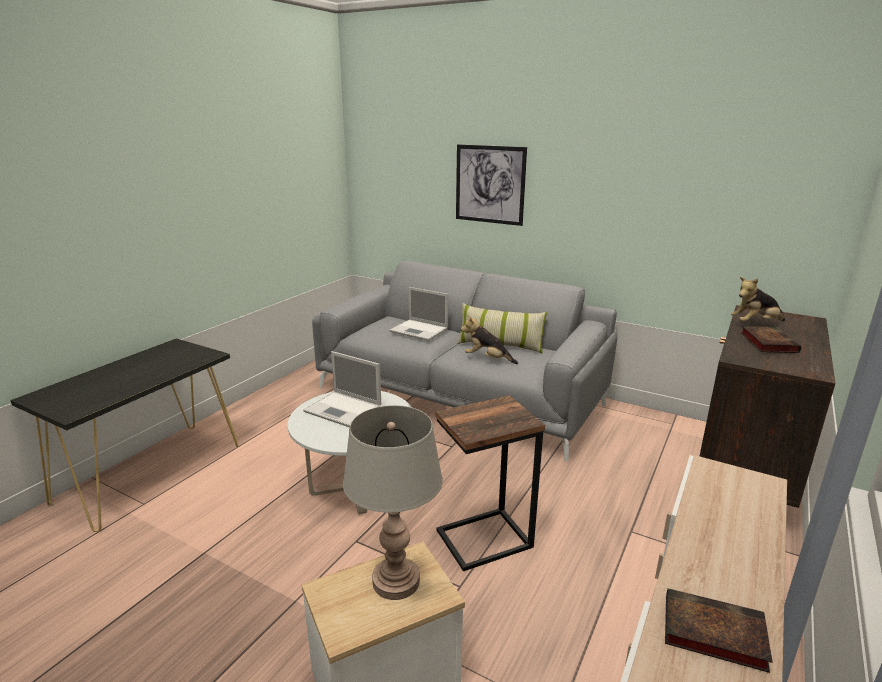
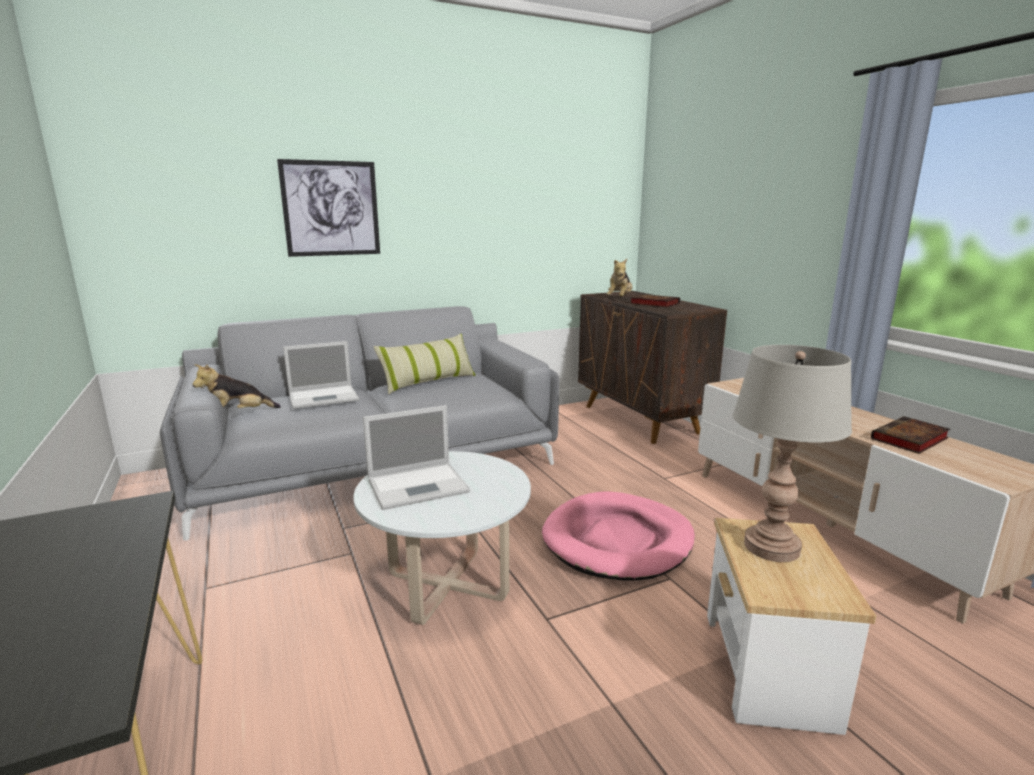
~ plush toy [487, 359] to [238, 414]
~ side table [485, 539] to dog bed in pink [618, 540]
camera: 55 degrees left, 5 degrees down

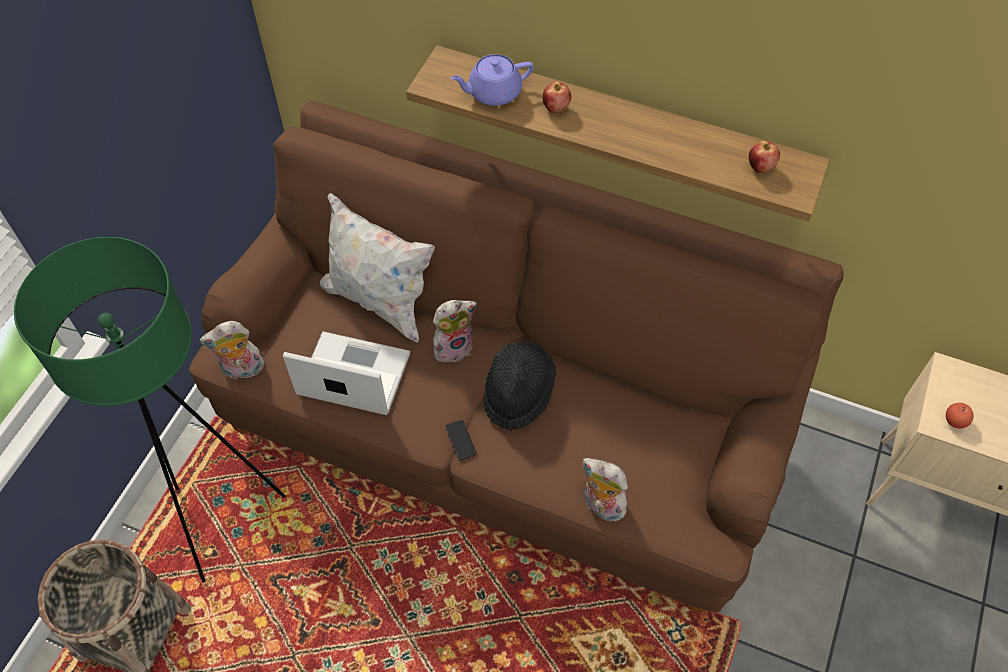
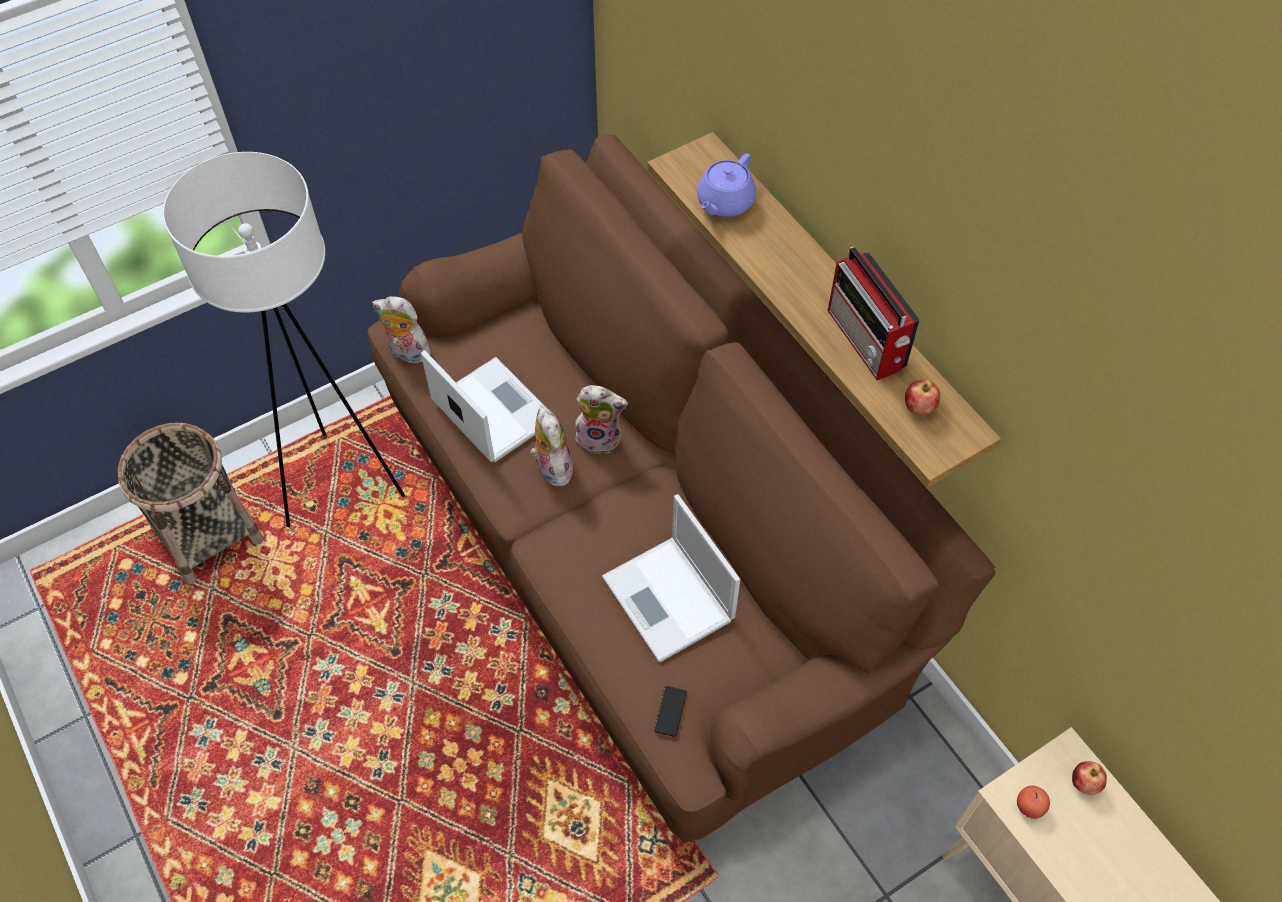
~ teapot in purple [493, 93] = [724, 202] 75 degrees counterclockwise
~ apple [555, 108] to [1084, 783]
- pillow in white [379, 301]
~ floor lamp in green [223, 520] to floor lamp in white [340, 485]
- hat in black [518, 393]
~ phone [460, 440] to [670, 711]
~ plush toy [601, 506] to [552, 467]
+ radio [866, 341]
+ laptop [670, 600]
camera: 35 degrees right, 0 degrees up

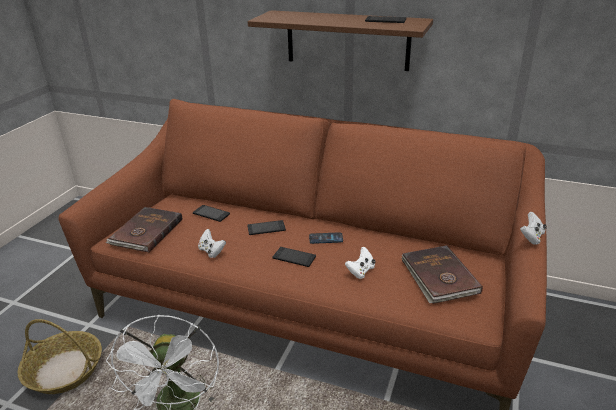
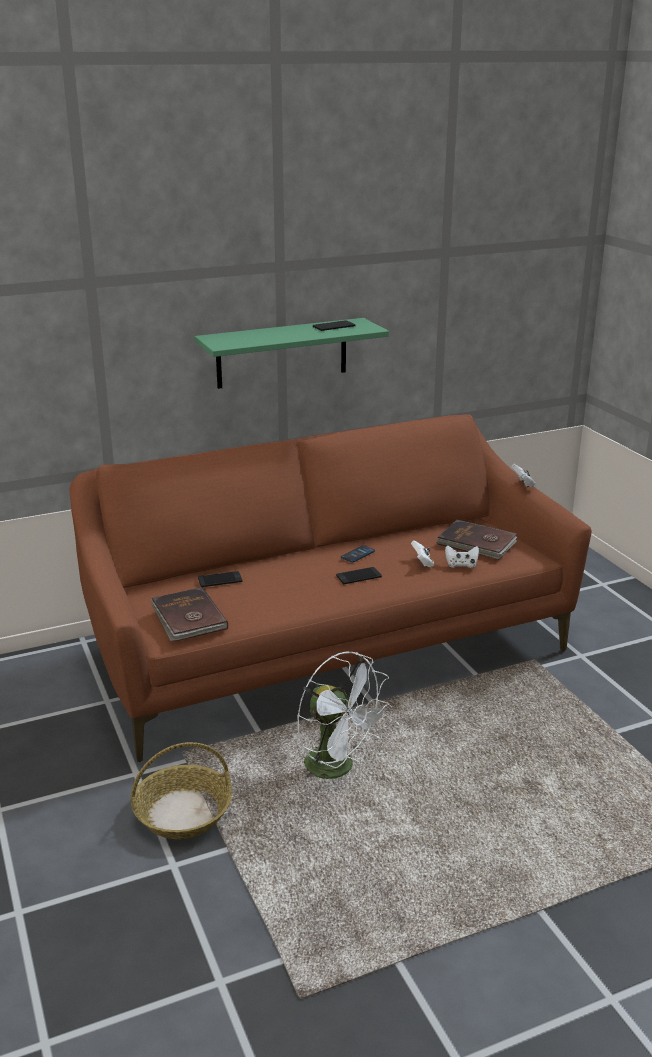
~ shelf in brown [347, 40] to shelf in green [282, 353]
- phone [266, 228]
~ game controller in white [211, 251] to [461, 565]
camera: 45 degrees left, 5 degrees down

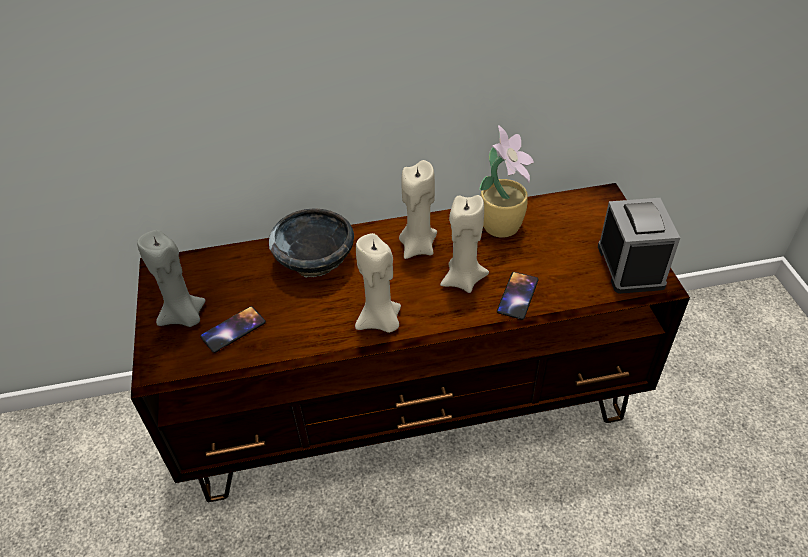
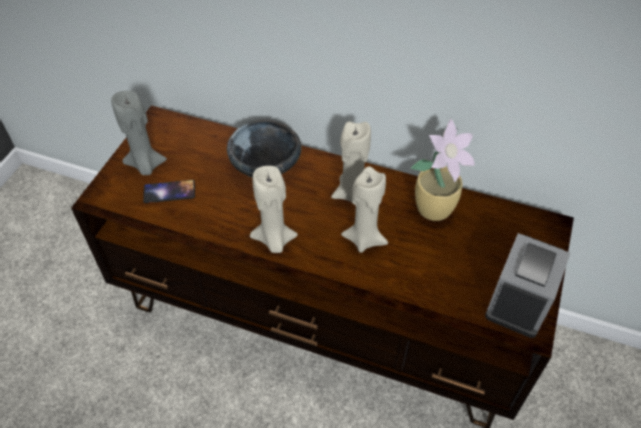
- phone [517, 295]
camera: 30 degrees right, 5 degrees up

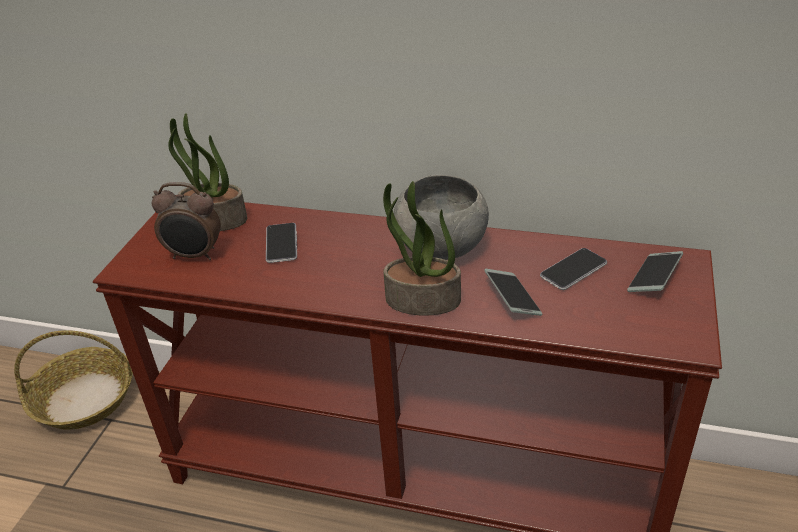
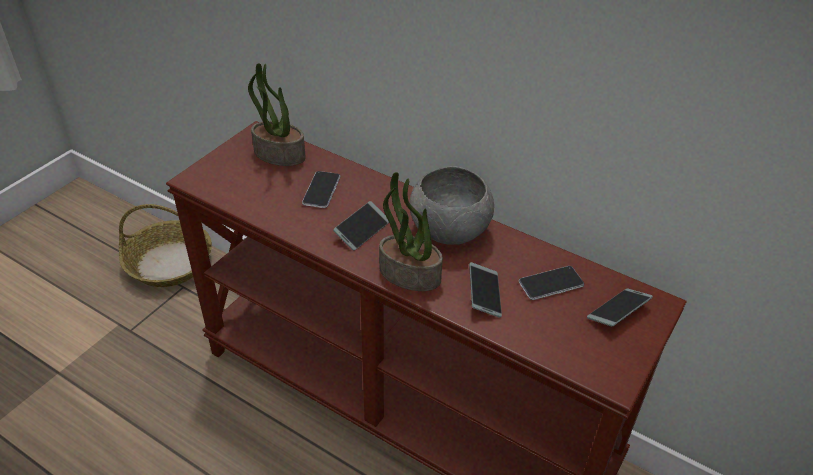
- alarm clock [195, 255]
+ phone [362, 230]
camera: 15 degrees right, 5 degrees up

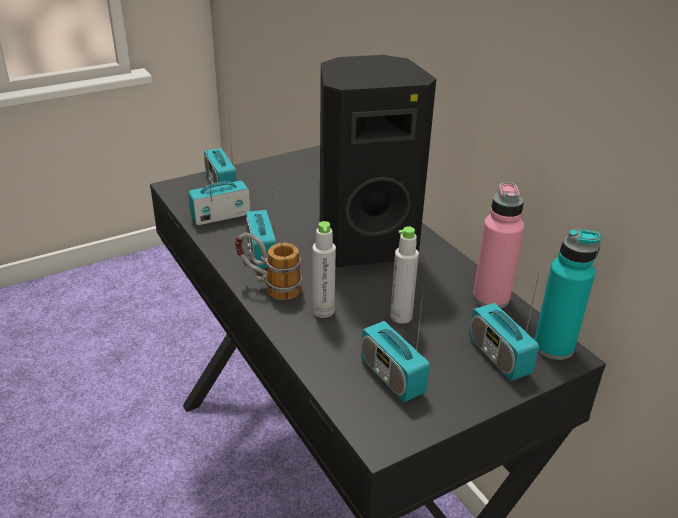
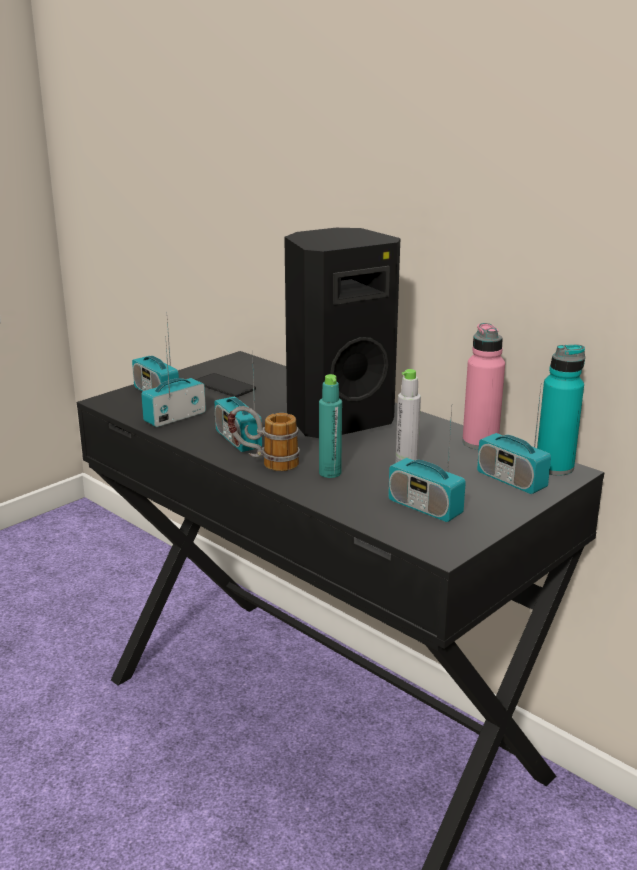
~ bottle in grey [323, 311] to bottle in turquoise [330, 473]
+ phone [224, 386]
camera: 15 degrees left, 10 degrees down

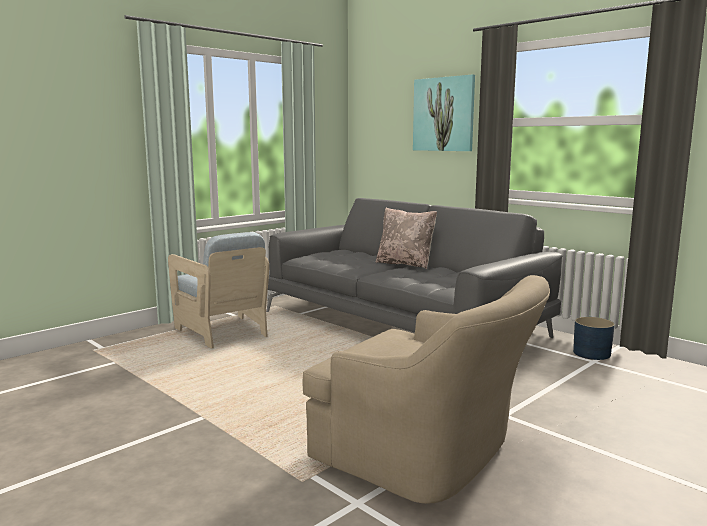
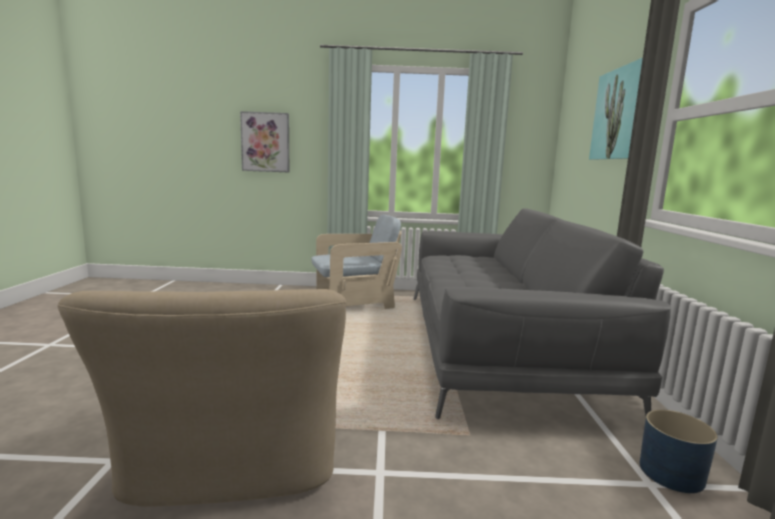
- pillow in beige [405, 264]
~ armchair in beige [222, 331] = [354, 303] 120 degrees counterclockwise
+ picture [265, 142]
camera: 45 degrees right, 0 degrees up

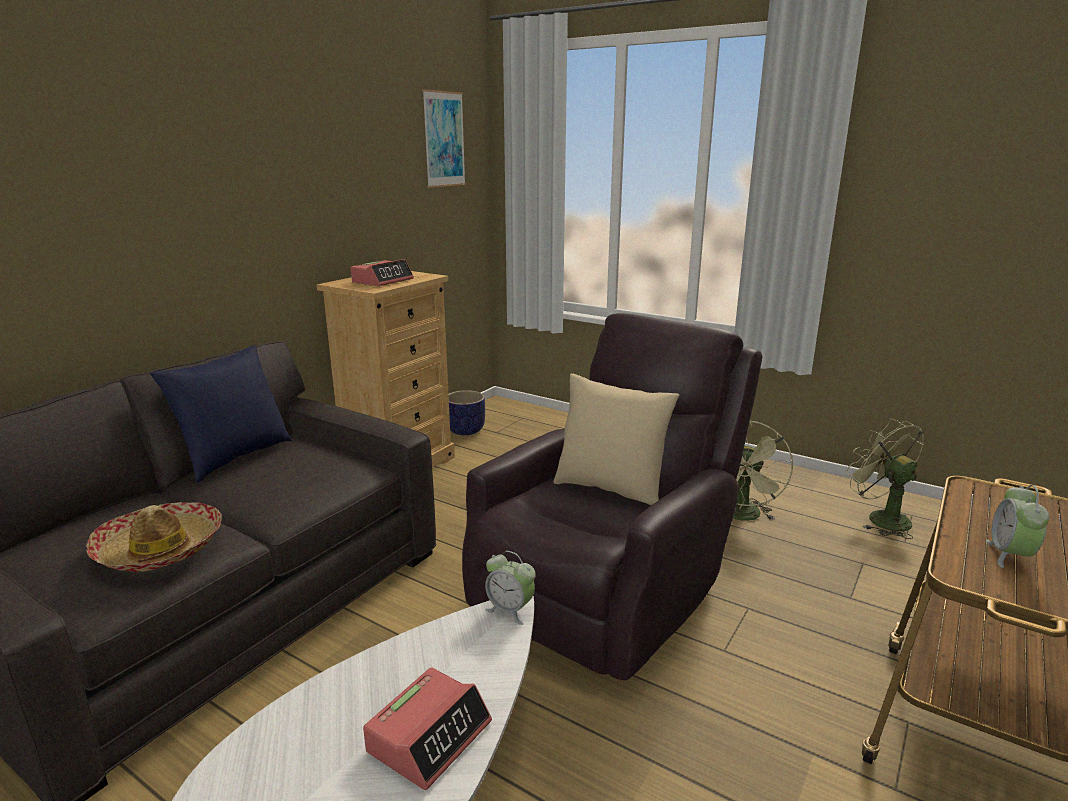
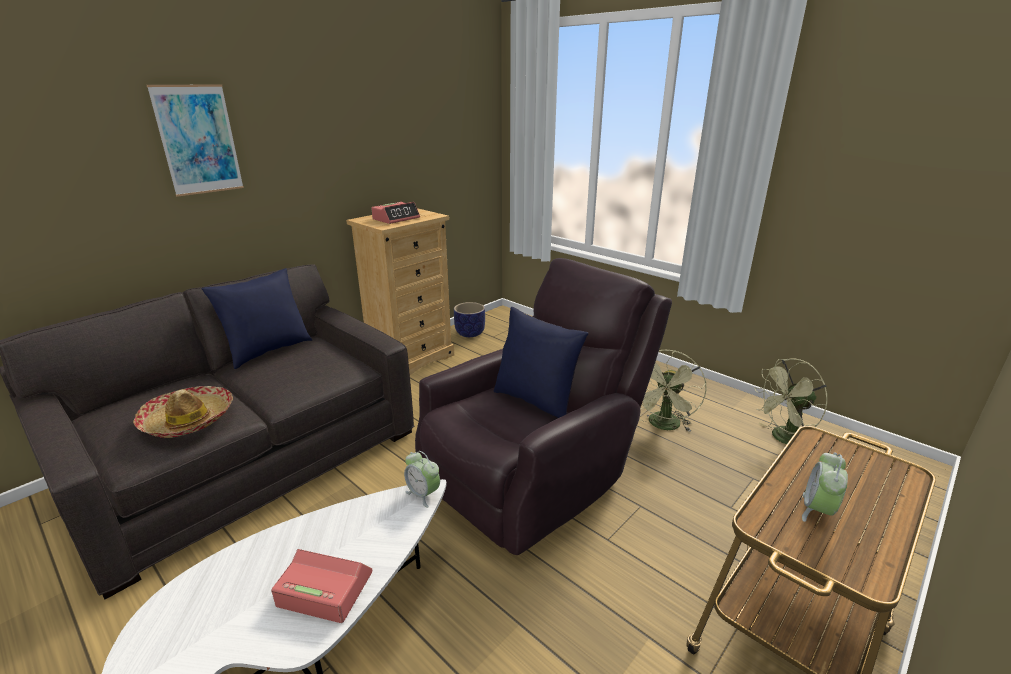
~ picture [444, 139] to [198, 140]
~ pillow in beige [610, 489] to pillow in blue [536, 401]
~ fan in green [880, 518] = [783, 439] 90 degrees counterclockwise
~ alarm clock [430, 736] = [324, 589] 120 degrees counterclockwise
camera: 10 degrees right, 5 degrees up

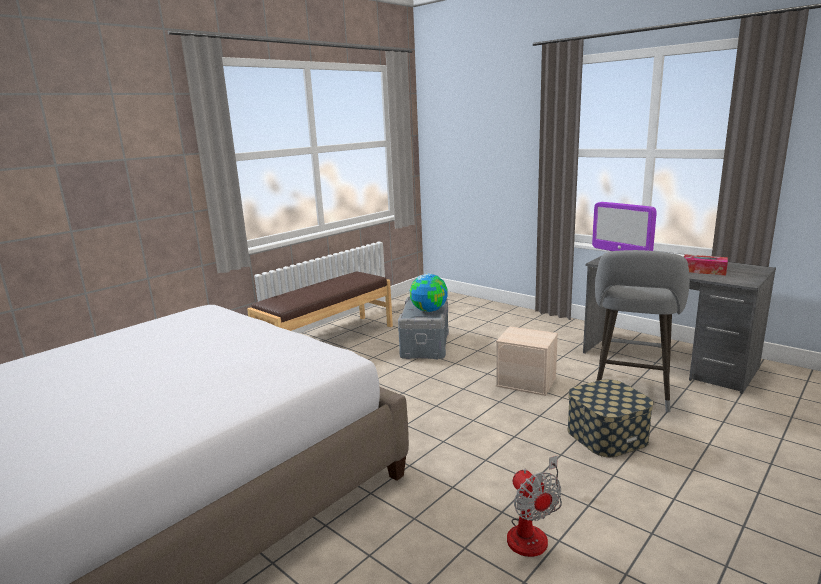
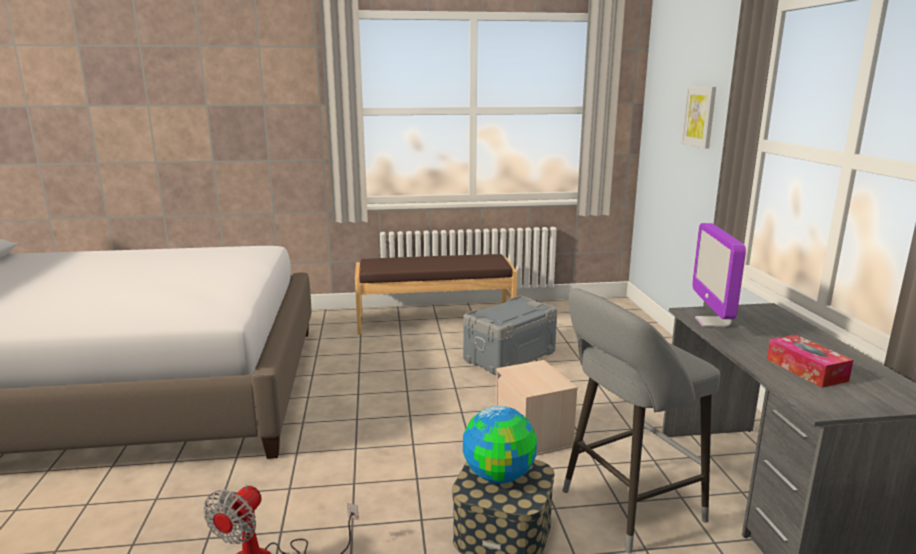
~ globe [429, 310] to [499, 475]
+ picture [699, 116]
camera: 40 degrees right, 0 degrees up

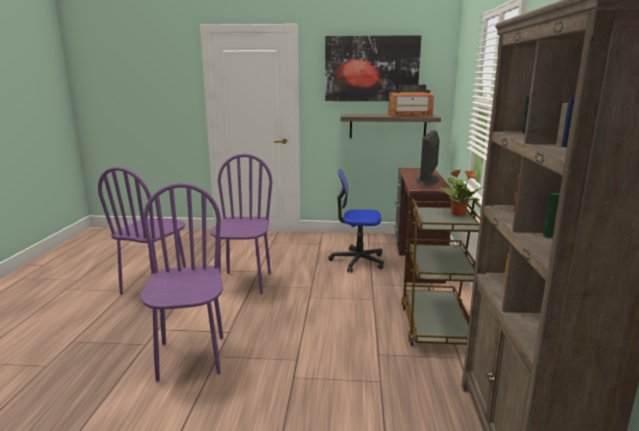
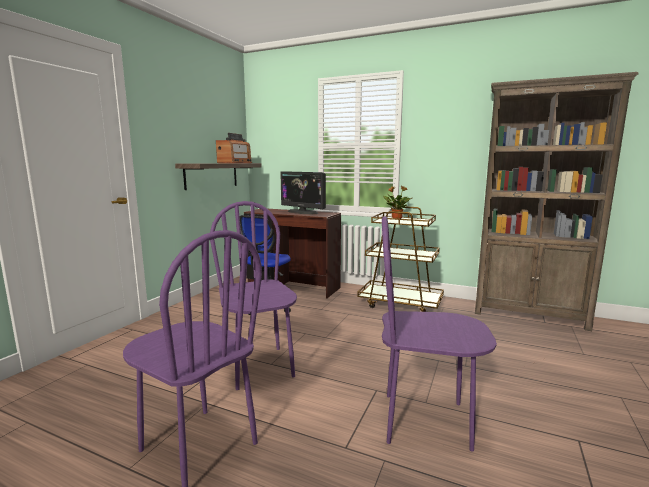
- picture [371, 69]
~ chair in purple [244, 282] = [258, 367] 45 degrees clockwise
camera: 70 degrees left, 5 degrees down

